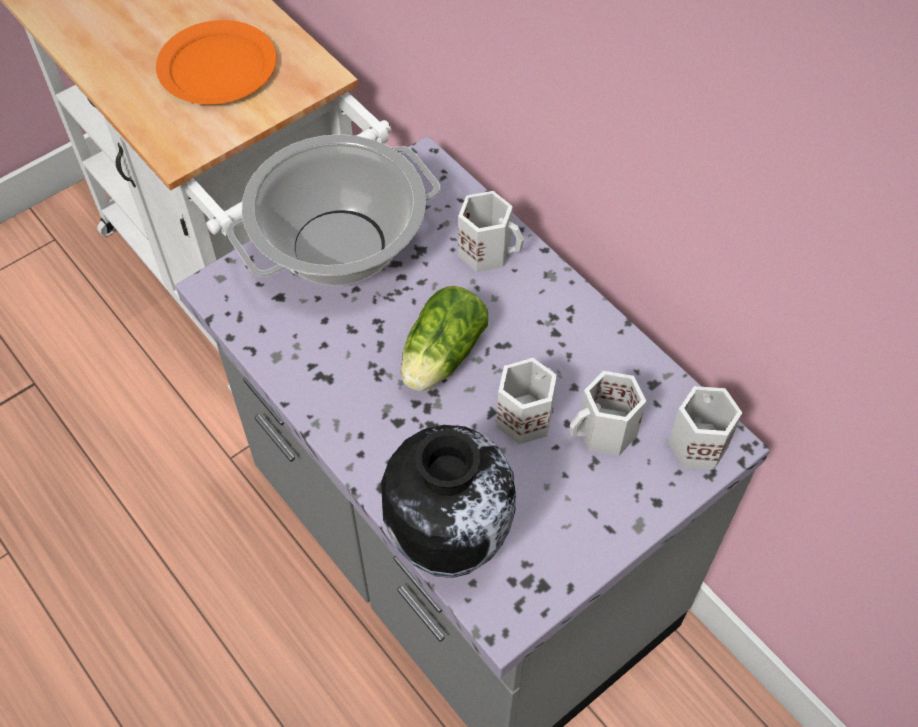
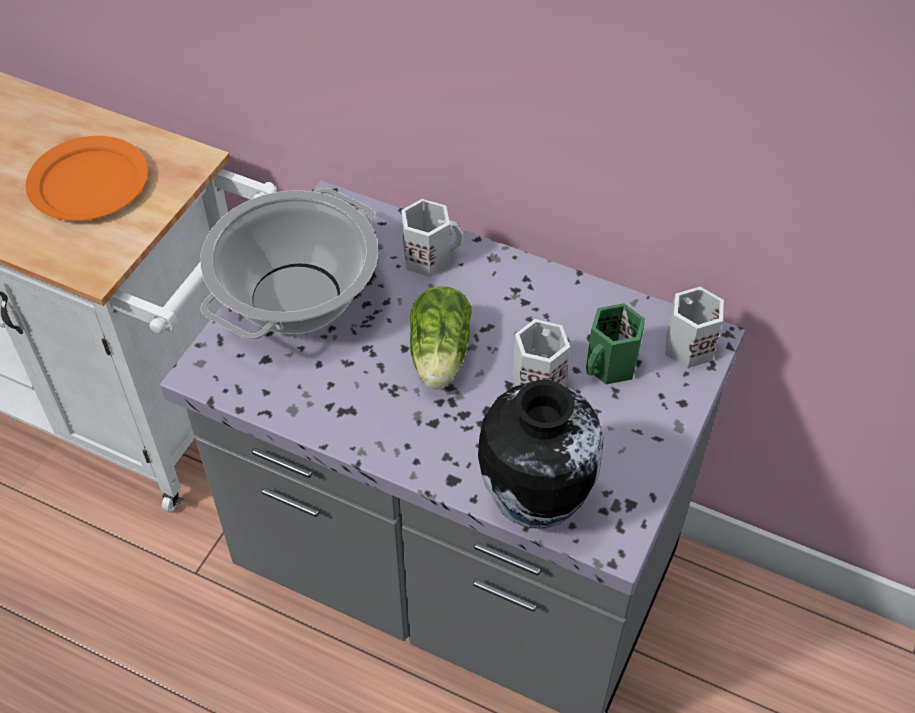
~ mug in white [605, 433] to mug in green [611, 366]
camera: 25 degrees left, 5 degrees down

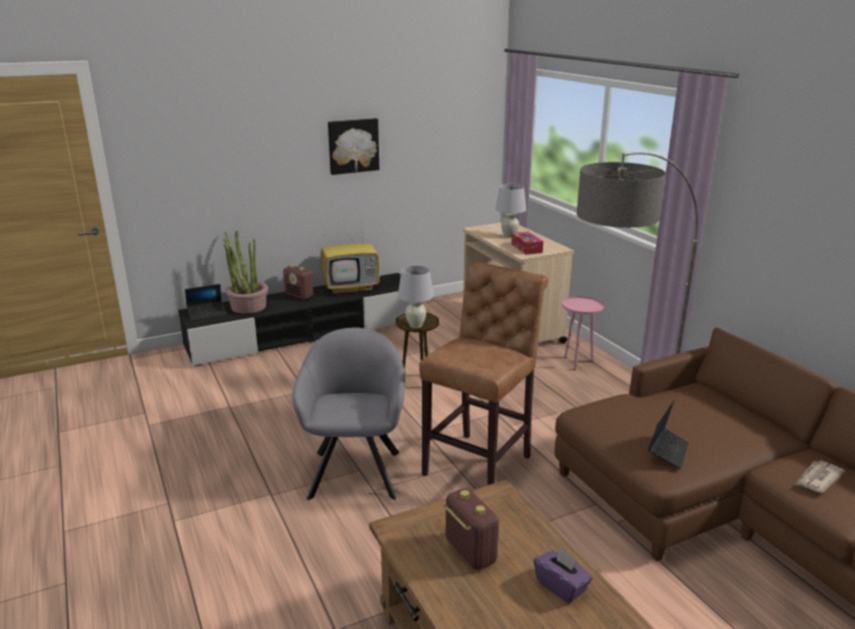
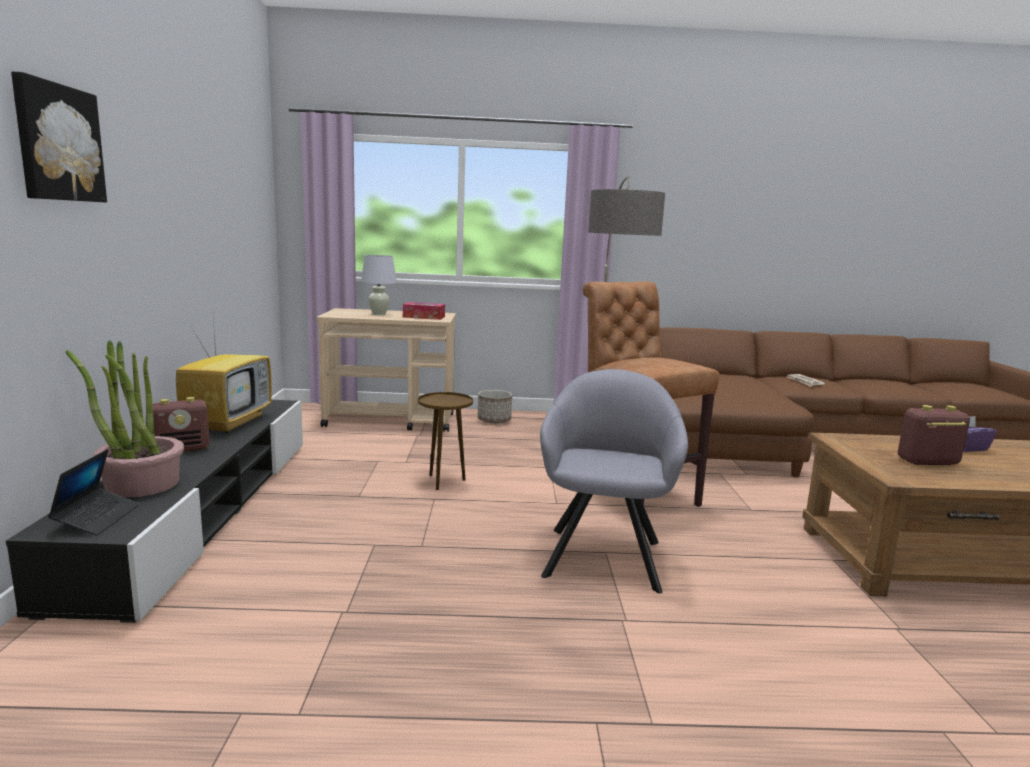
~ picture [353, 146] to [57, 143]
- table lamp in white [416, 325]
~ side table in pink [577, 362] to planter [494, 420]
~ armchair in grey [356, 470] = [604, 554] 75 degrees clockwise
- laptop [667, 451]
camera: 65 degrees left, 10 degrees down

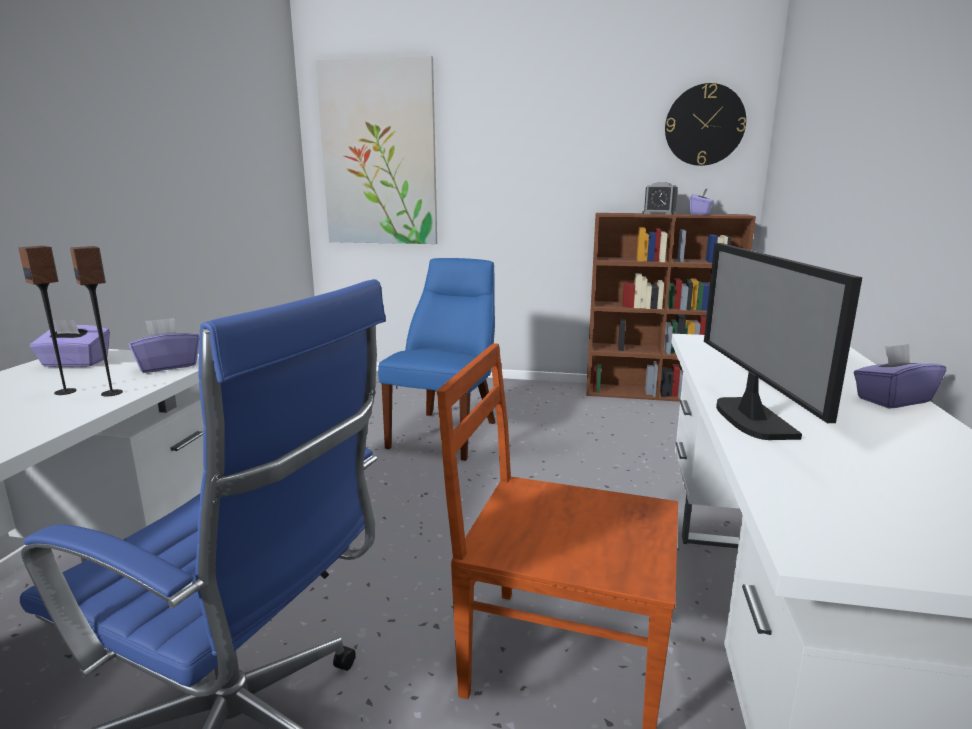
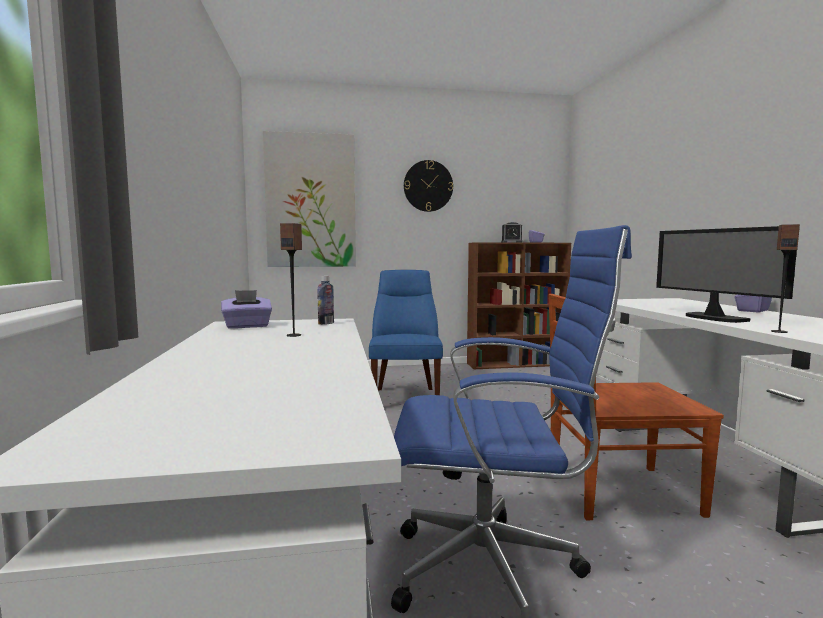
~ wall clock [704, 125] to [428, 186]
~ speaker [112, 393] to [779, 331]
~ tissue box in purple [167, 366] to bottle [326, 323]
camera: 20 degrees left, 10 degrees down

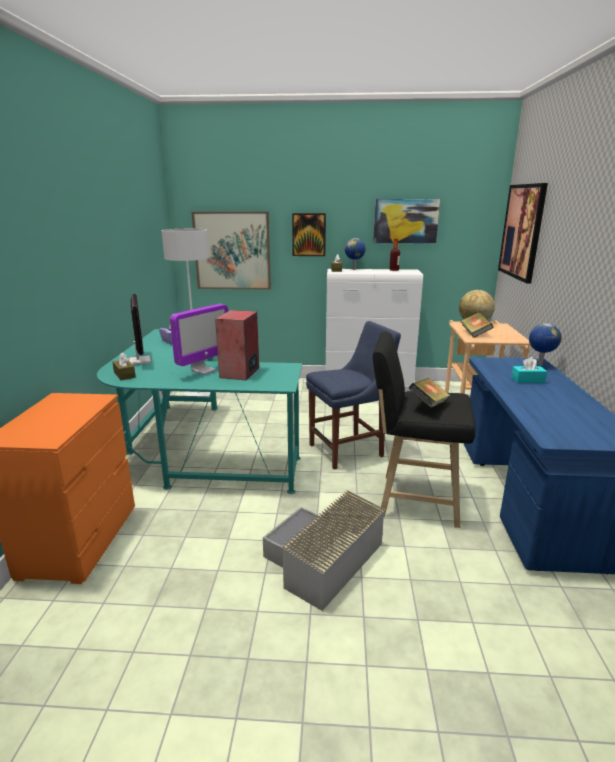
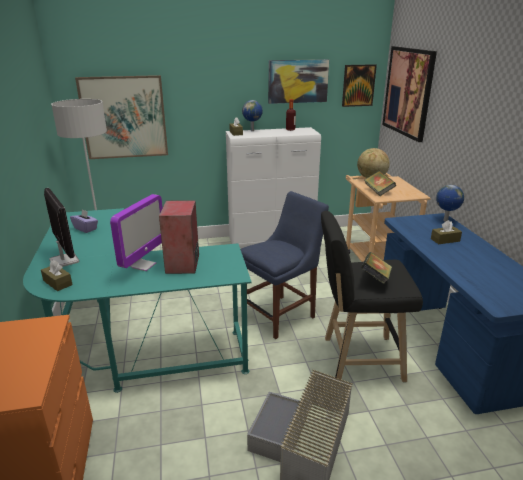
~ picture [309, 234] to [358, 85]
~ tissue box in turquoise [527, 380] to tissue box in brown [445, 240]
camera: 15 degrees left, 5 degrees up

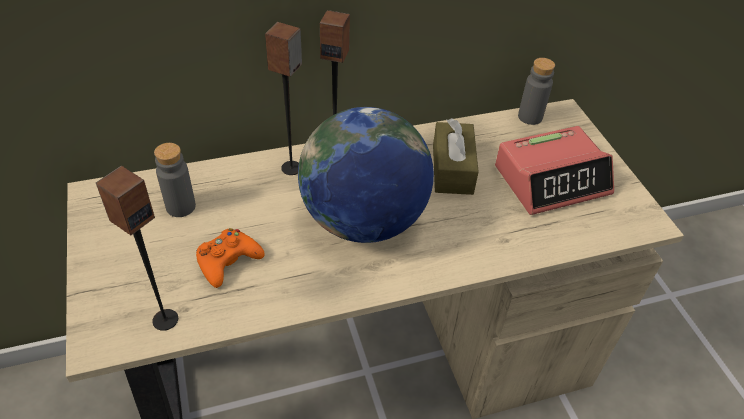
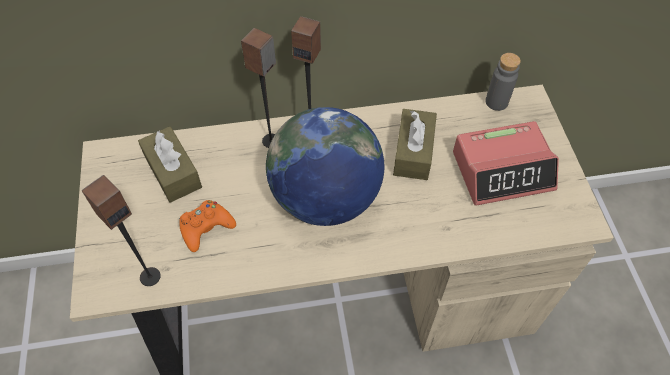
~ bottle in grey [181, 206] to tissue box in brown [173, 172]
camera: 10 degrees right, 10 degrees up

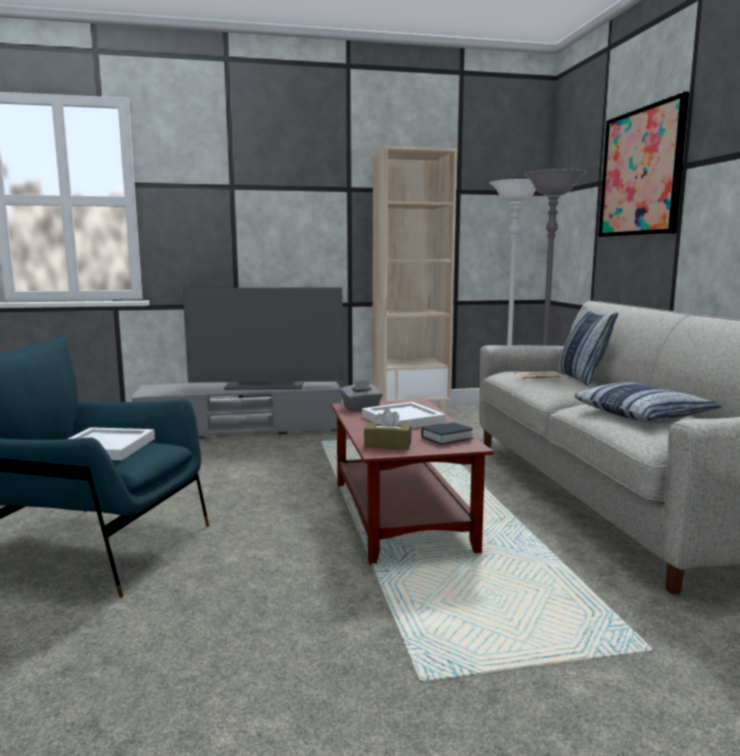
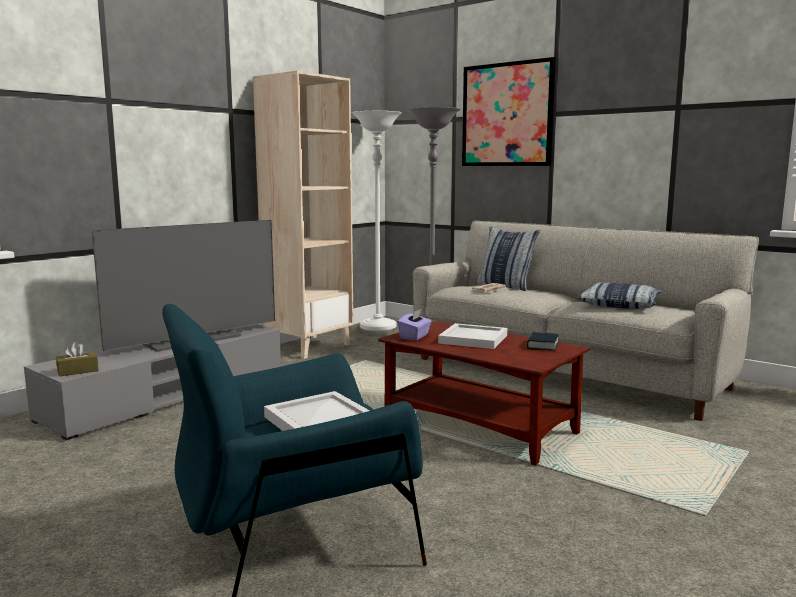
~ tissue box in grey [361, 407] to tissue box in purple [414, 337]
~ tissue box in brown [387, 445] to [78, 371]
camera: 40 degrees left, 0 degrees up

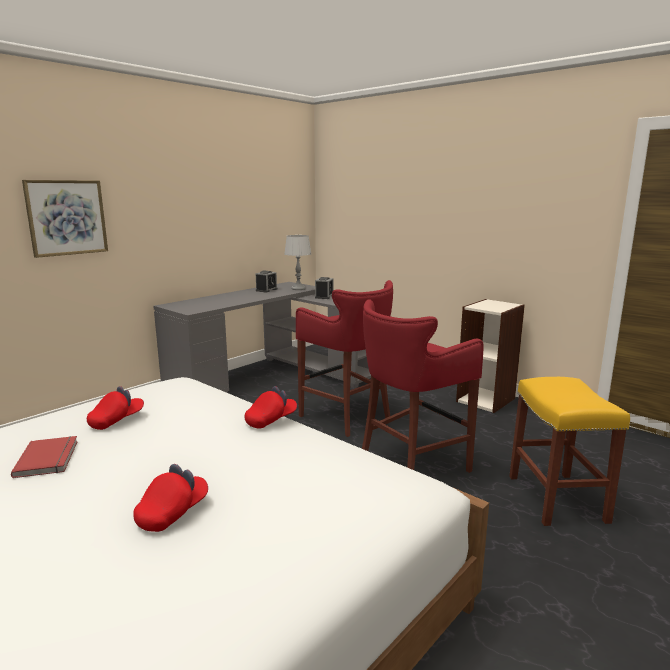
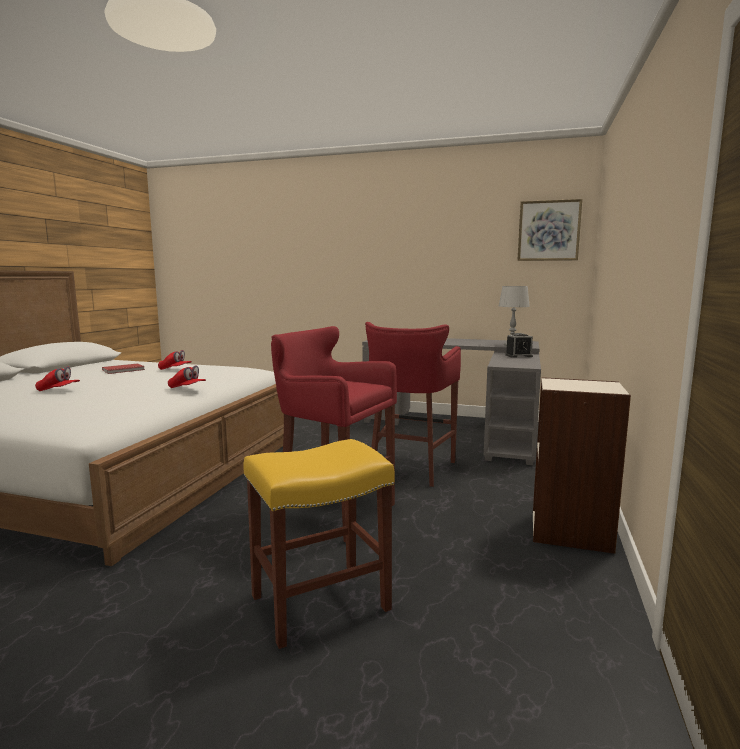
~ picture [67, 217] to [548, 230]
- alarm clock [266, 290]
camera: 65 degrees right, 5 degrees down

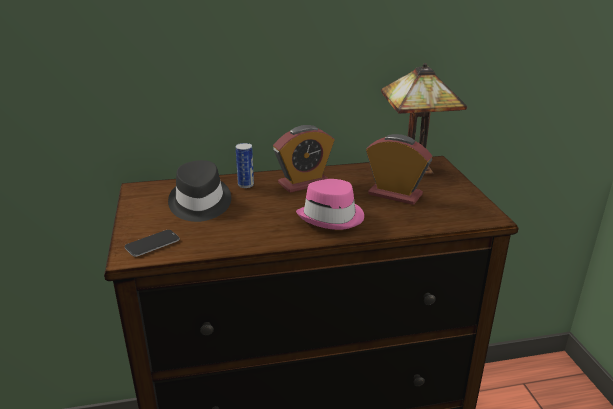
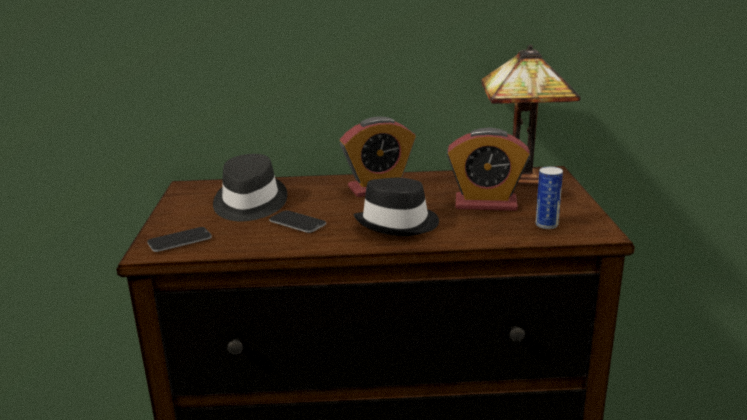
~ alarm clock [395, 194] = [486, 204] 150 degrees clockwise
~ can [246, 185] to [546, 225]
~ hat in pink [332, 217] to hat in black [399, 223]
+ phone [297, 223]
camera: 10 degrees right, 5 degrees down

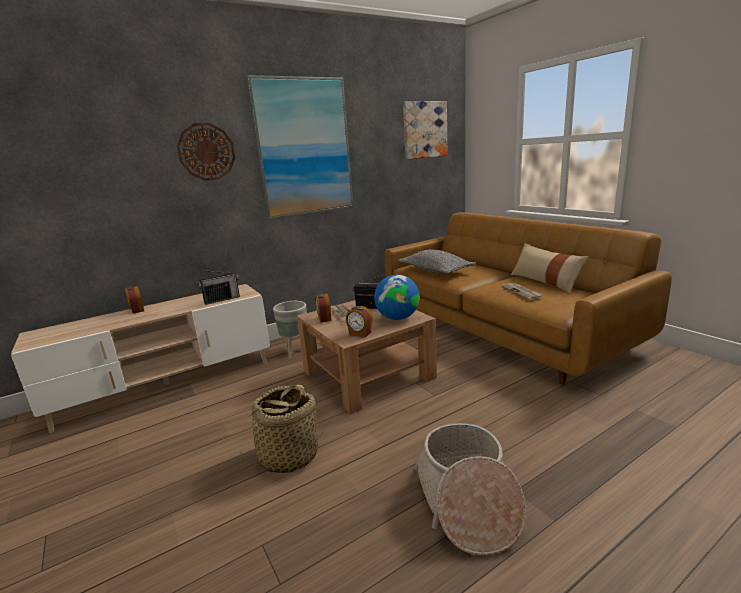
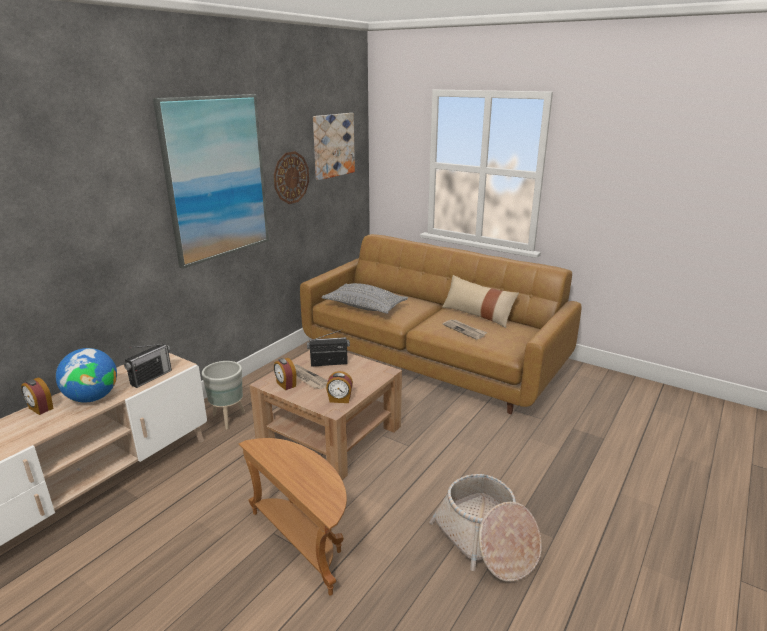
~ wall clock [206, 152] to [291, 177]
~ globe [397, 318] to [92, 398]
~ basket [288, 456] to side table in brown [303, 541]
camera: 25 degrees left, 5 degrees up

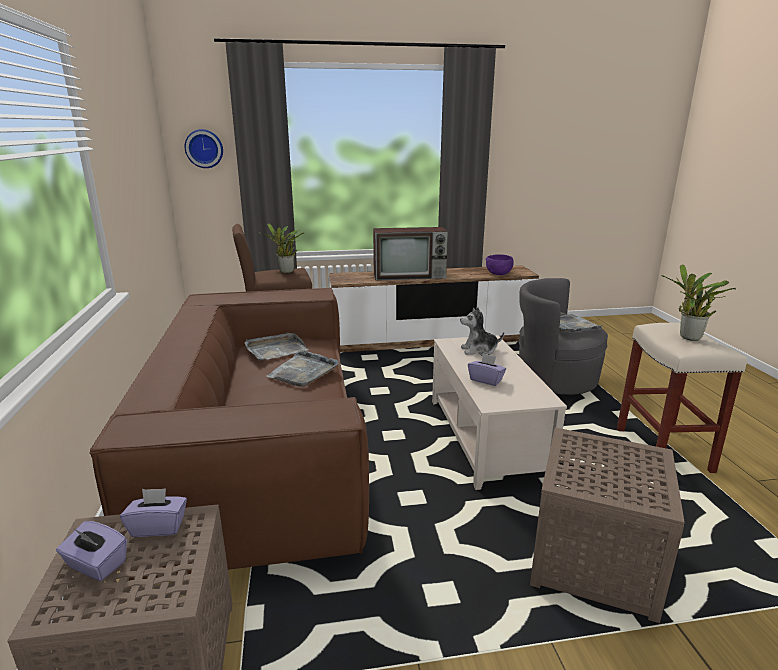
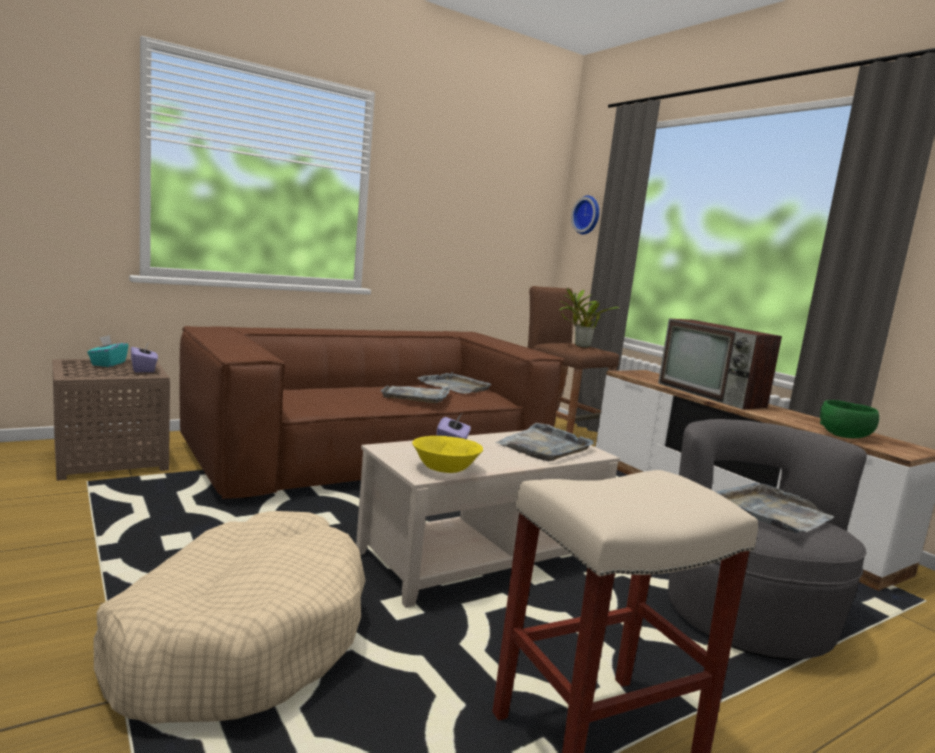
~ bowl in purple [498, 273] to bowl in green [845, 436]
- potted plant [688, 338]
~ plush toy [479, 350] to tray in grey [544, 446]
~ side table in brown [596, 561] to dog bed in beige [241, 637]
~ tissue box in purple [96, 565] to tissue box in turquoise [108, 364]
+ bowl in yellow [445, 469]
camera: 65 degrees right, 10 degrees down

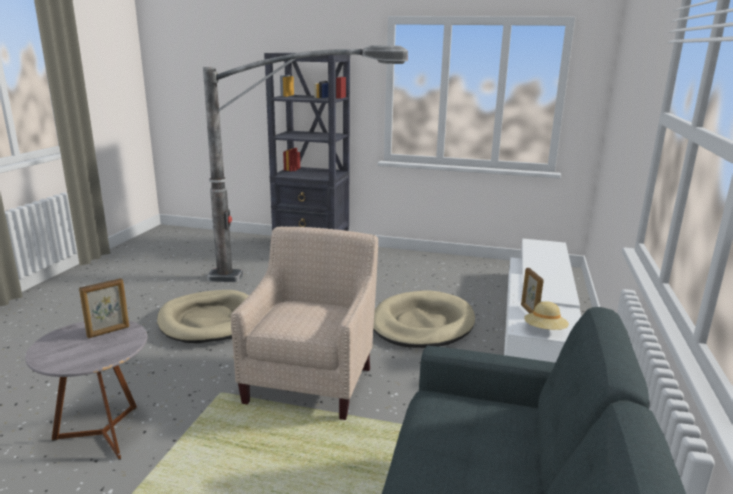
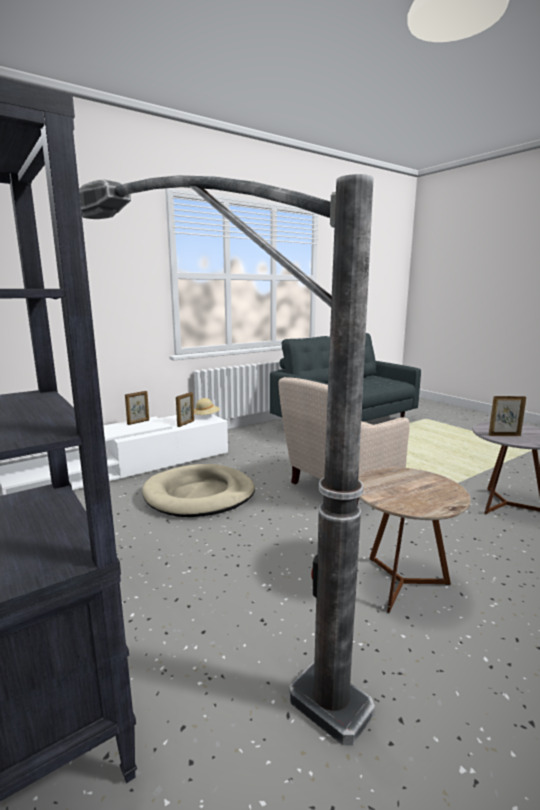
~ dog bed in beige [209, 320] to side table in brown [401, 584]
+ picture frame [138, 422]
camera: 140 degrees left, 5 degrees down

